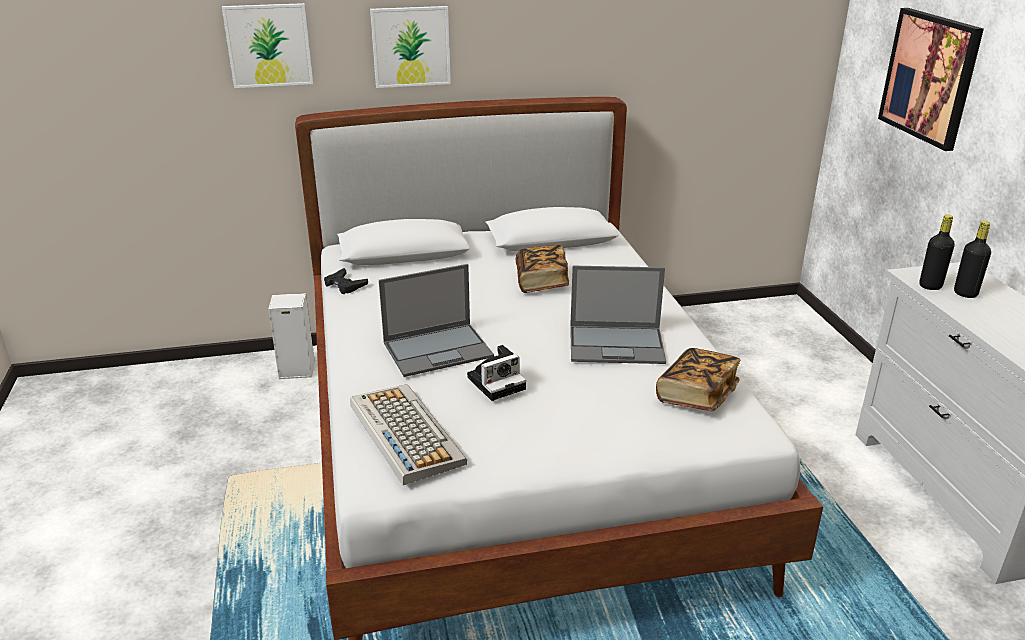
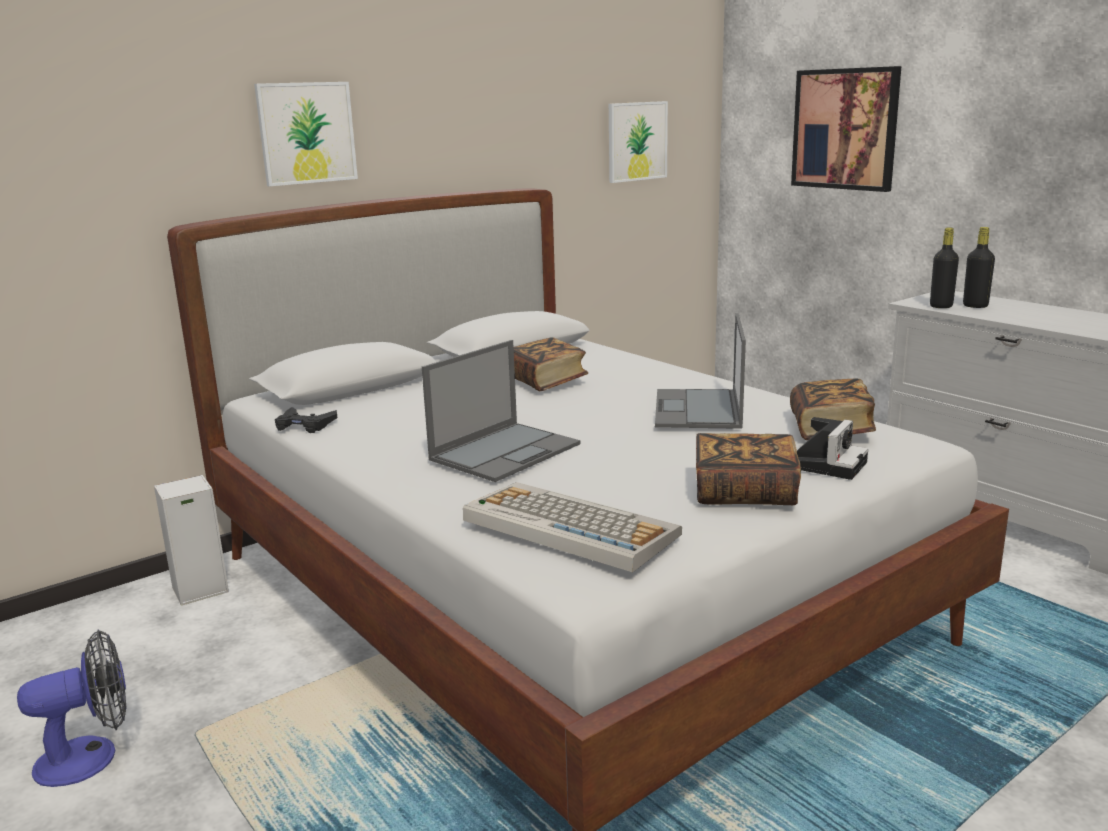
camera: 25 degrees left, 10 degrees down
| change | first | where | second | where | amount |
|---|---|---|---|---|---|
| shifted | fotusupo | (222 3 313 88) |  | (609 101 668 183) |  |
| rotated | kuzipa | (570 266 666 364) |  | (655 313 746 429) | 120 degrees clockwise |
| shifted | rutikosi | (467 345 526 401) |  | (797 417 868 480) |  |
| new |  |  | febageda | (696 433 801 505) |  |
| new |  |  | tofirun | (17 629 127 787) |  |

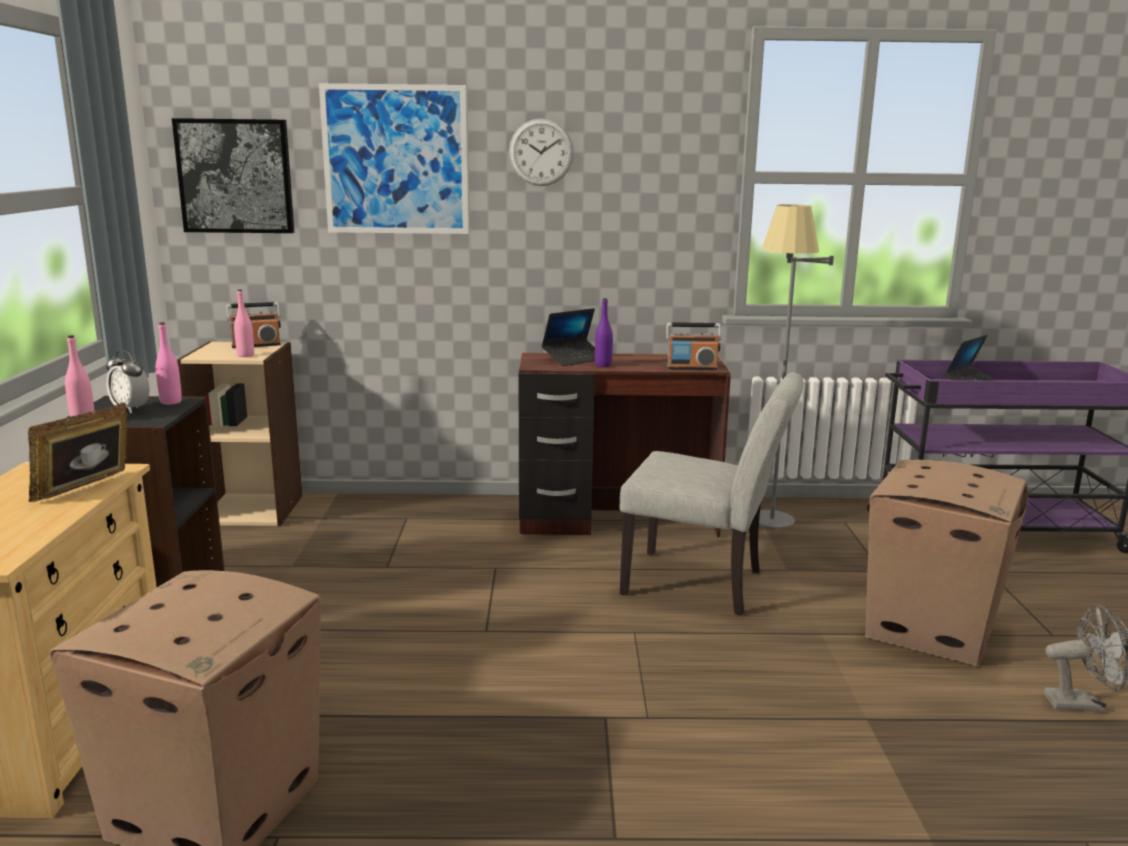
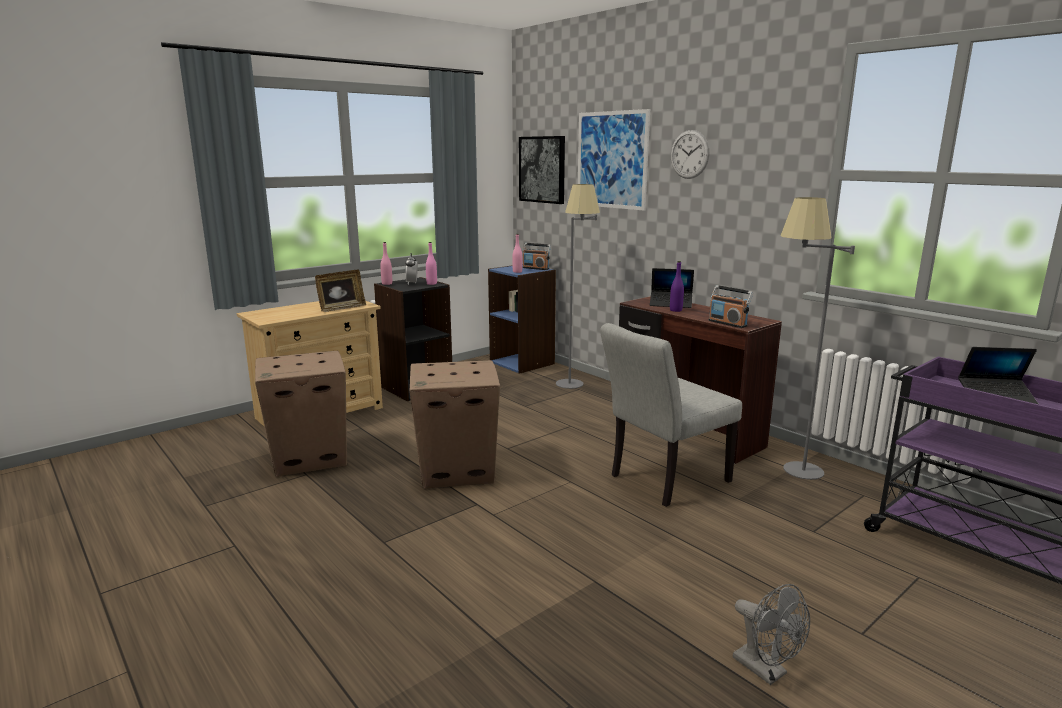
camera: 50 degrees right, 0 degrees up
| change | first | where | second | where | amount |
|---|---|---|---|---|---|
| repainted | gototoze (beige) | (177 341 302 526) | gototoze (blue) | (488 264 556 374) |  |
| rotated | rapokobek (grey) | (619 372 803 615) |  | (600 323 742 507) | 75 degrees clockwise |
| rotated | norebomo | (28 403 127 502) |  | (315 270 366 312) | 150 degrees clockwise |
| shifted | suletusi | (865 460 1028 667) |  | (409 360 500 489) |  |
| new |  |  | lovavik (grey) | (556 184 600 389) |  |

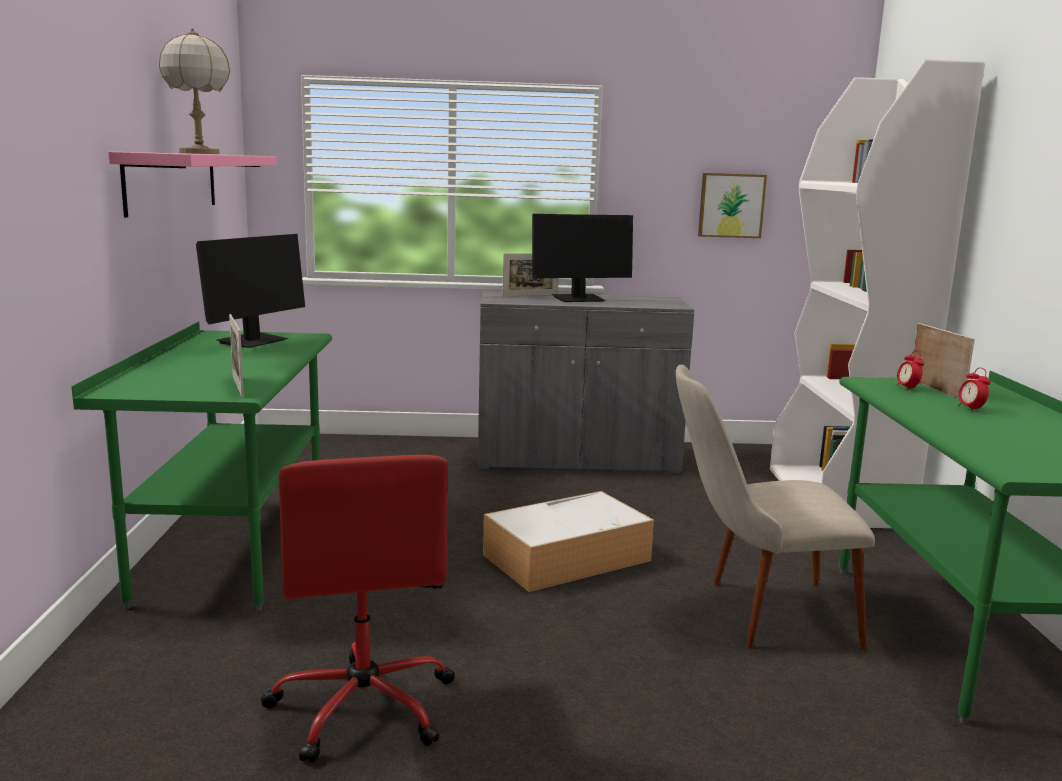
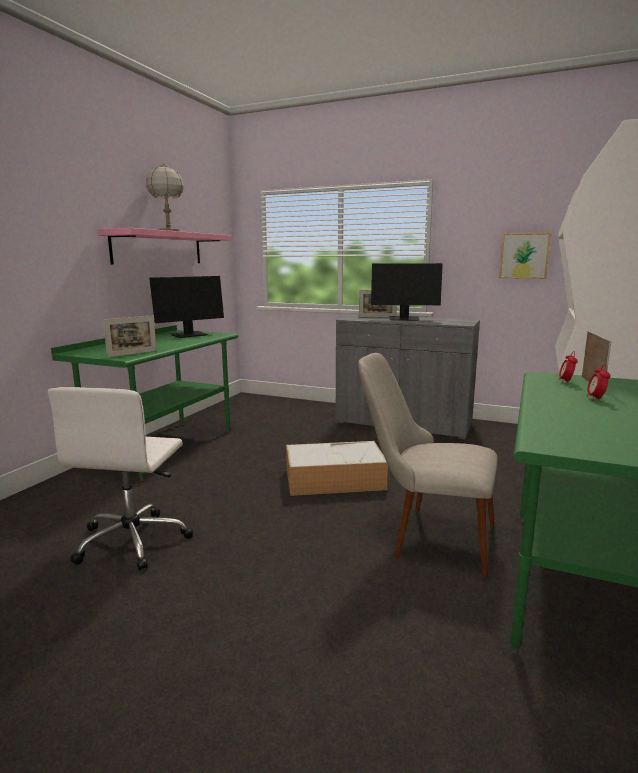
camera: 25 degrees right, 0 degrees up
| change | first | where | second | where | amount |
|---|---|---|---|---|---|
| rotated | norebomo | (229 314 244 398) |  | (103 315 157 357) | 135 degrees counterclockwise |
| repainted | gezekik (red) | (261 455 455 763) | gezekik (white) | (48 387 193 571) |  |

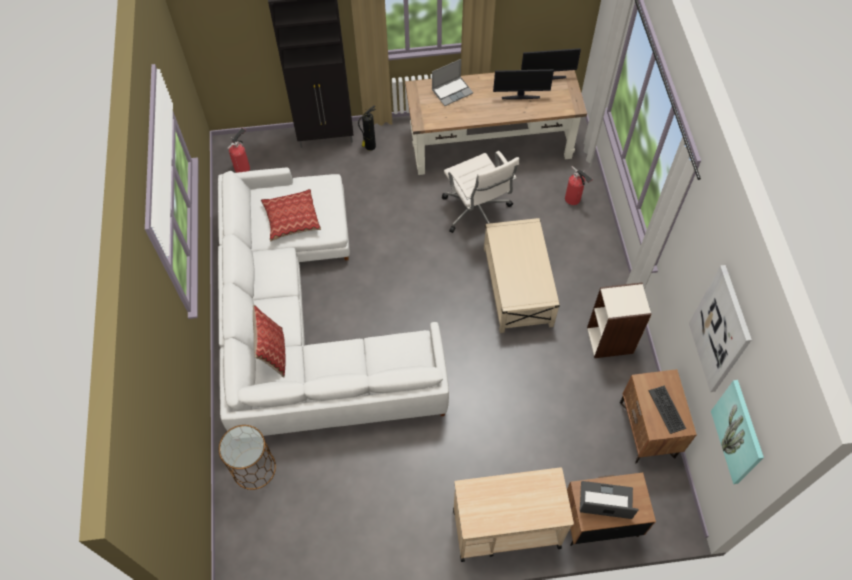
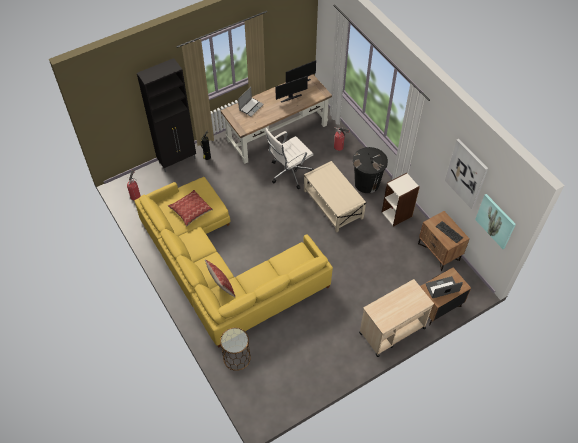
camera: 25 degrees left, 5 degrees down
| change | first | where | second | where | amount |
|---|---|---|---|---|---|
| rotated | gezekik (white) | (442 151 519 233) |  | (265 128 314 189) | 105 degrees clockwise |
| repainted | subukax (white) | (218 168 449 436) | subukax (yellow) | (135 177 333 348) |  |
| new |  |  | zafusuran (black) | (353 147 388 193) |  |

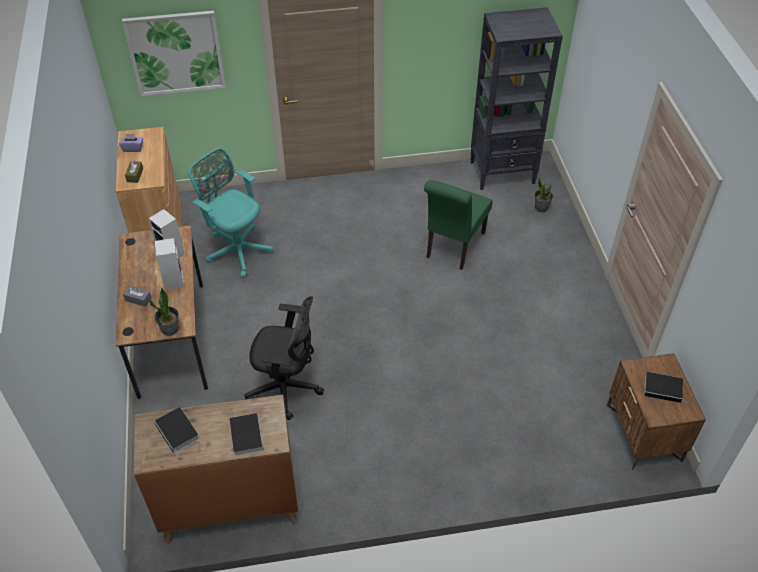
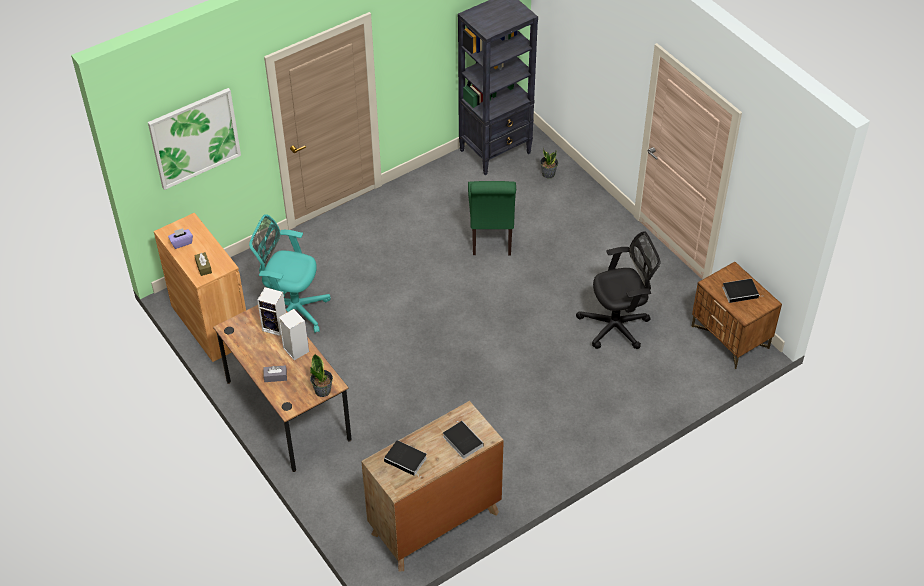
camera: 25 degrees left, 0 degrees up
| change | first | where | second | where | amount |
|---|---|---|---|---|---|
| shifted | gezekik (black) | (244 296 324 420) |  | (576 231 660 349) |  |

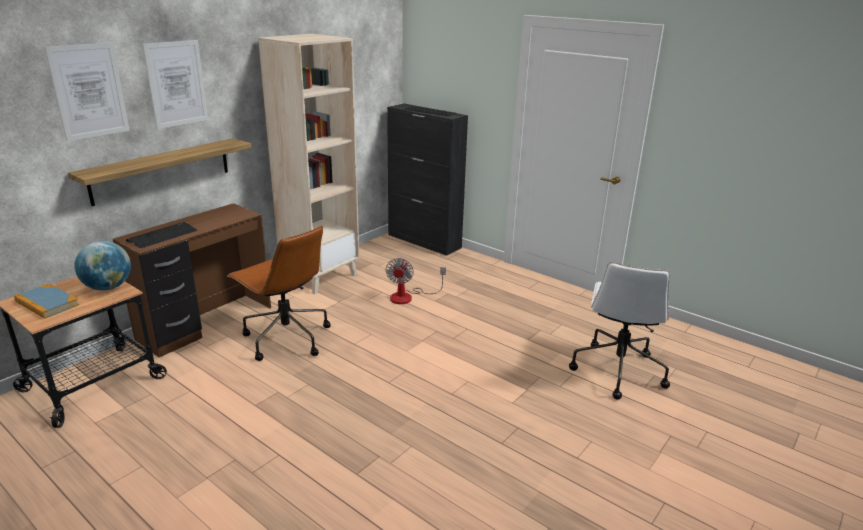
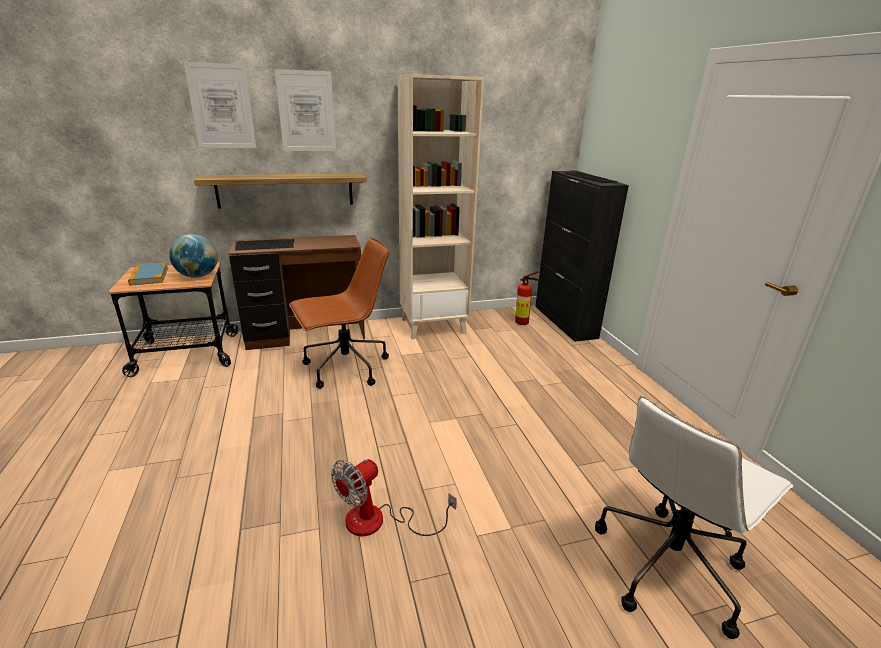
camera: 35 degrees right, 0 degrees up
| change | first | where | second | where | amount |
|---|---|---|---|---|---|
| rotated | gezekik (brown) | (227 226 331 361) |  | (289 238 389 389) | 105 degrees counterclockwise |
| shifted | tofirun | (385 258 446 304) |  | (331 459 457 536) |  |
| new |  |  | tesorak | (515 271 540 325) |  |

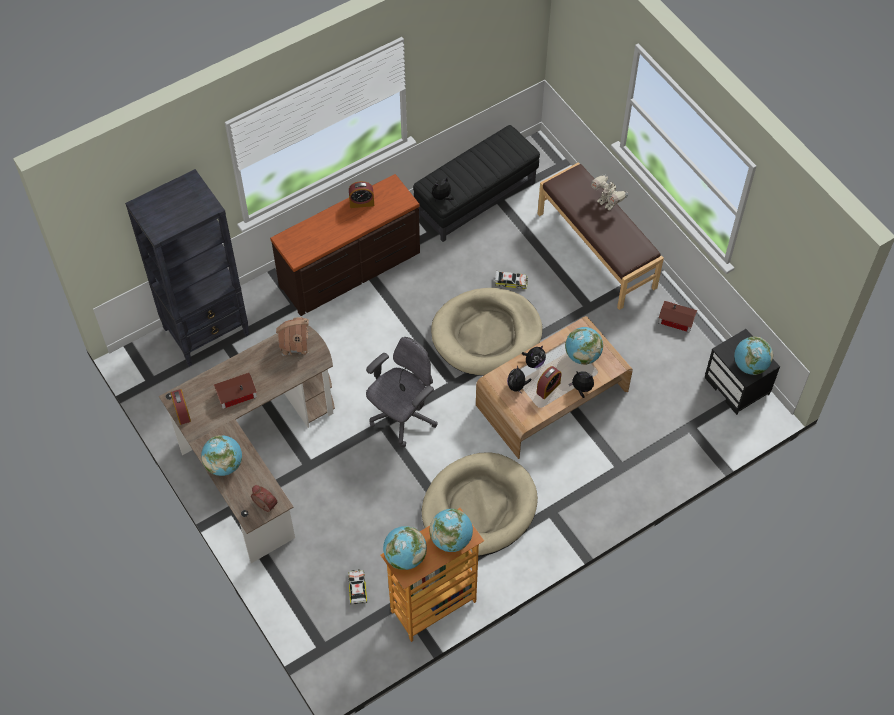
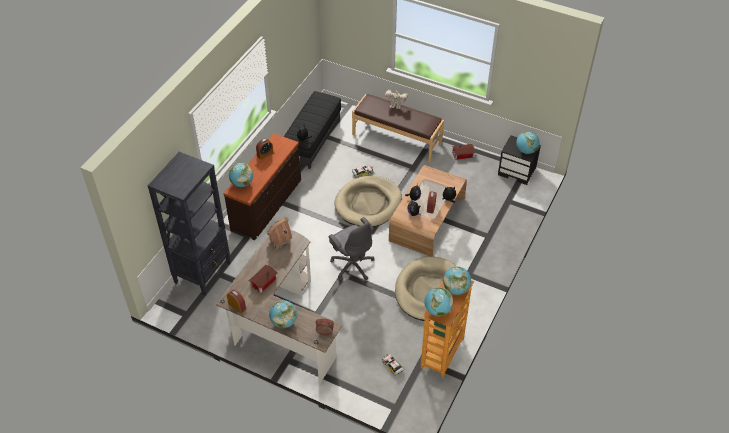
camera: 30 degrees left, 10 degrees down
| change | first | where | second | where | amount |
|---|---|---|---|---|---|
| shifted | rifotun | (565 327 603 365) |  | (229 163 253 187) |  |
| rotated | gezekik (grey) | (366 337 438 447) |  | (328 217 374 281) | 135 degrees clockwise |

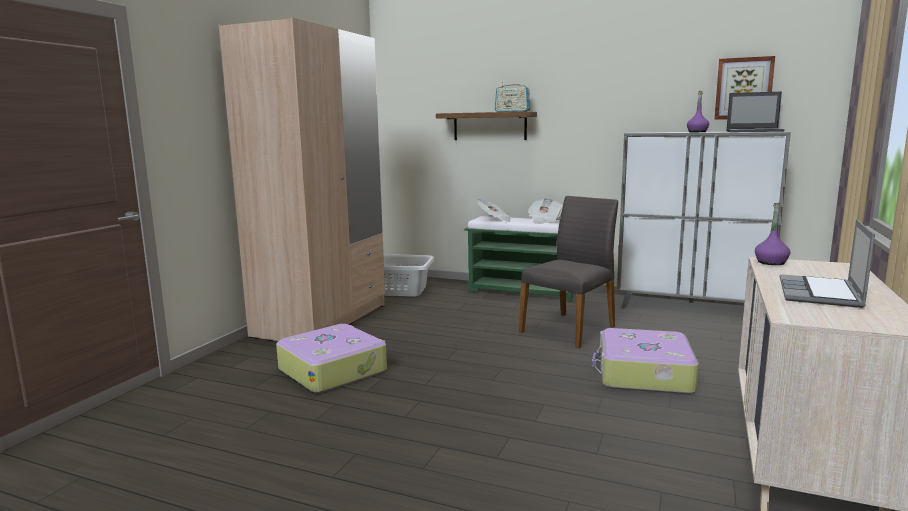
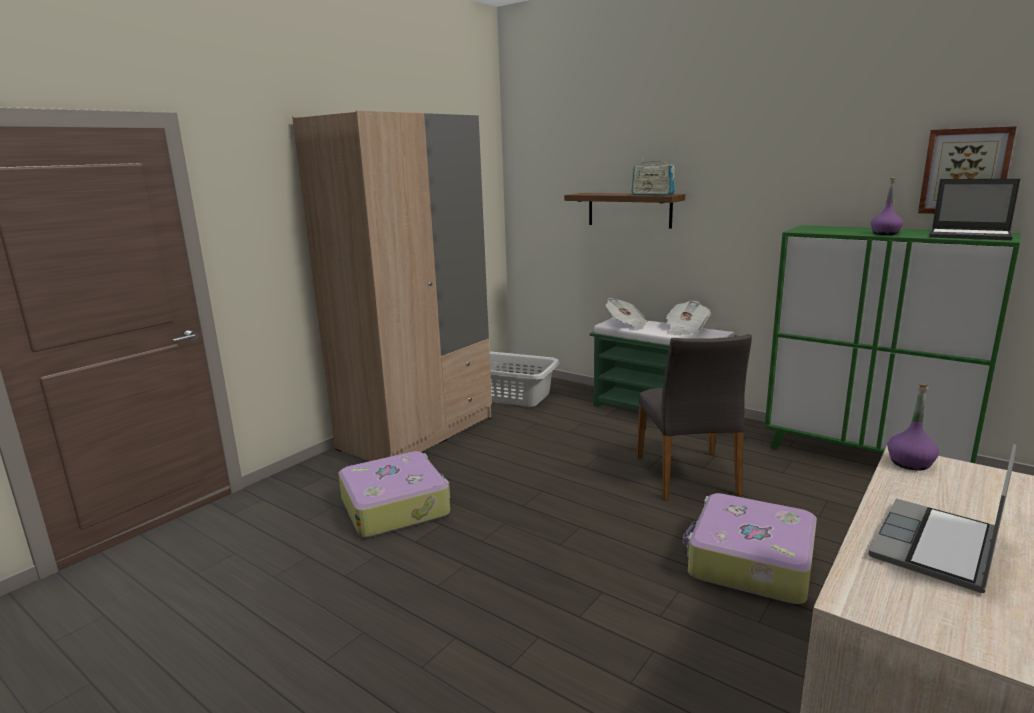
camera: 15 degrees right, 5 degrees up
| change | first | where | second | where | amount |
|---|---|---|---|---|---|
| repainted | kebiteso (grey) | (617 131 791 309) | kebiteso (green) | (765 225 1021 463) |  |
| rotated | rapokobek (grey) | (519 196 618 348) |  | (637 334 752 501) | 120 degrees clockwise |

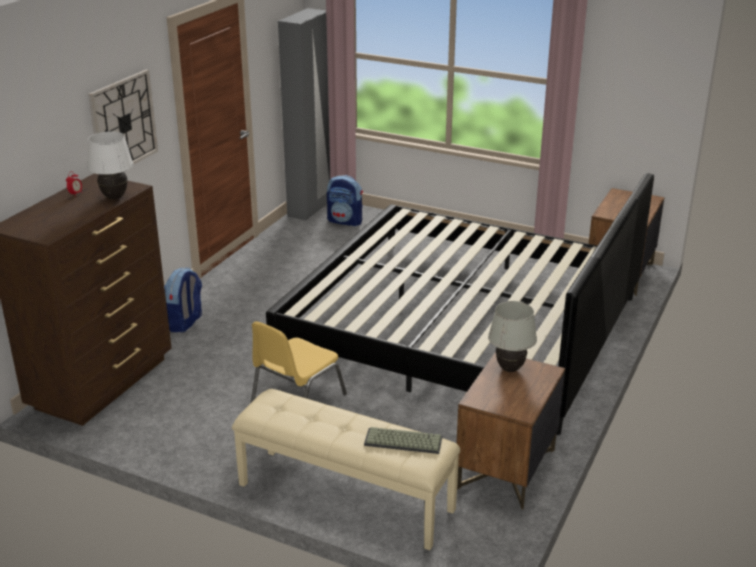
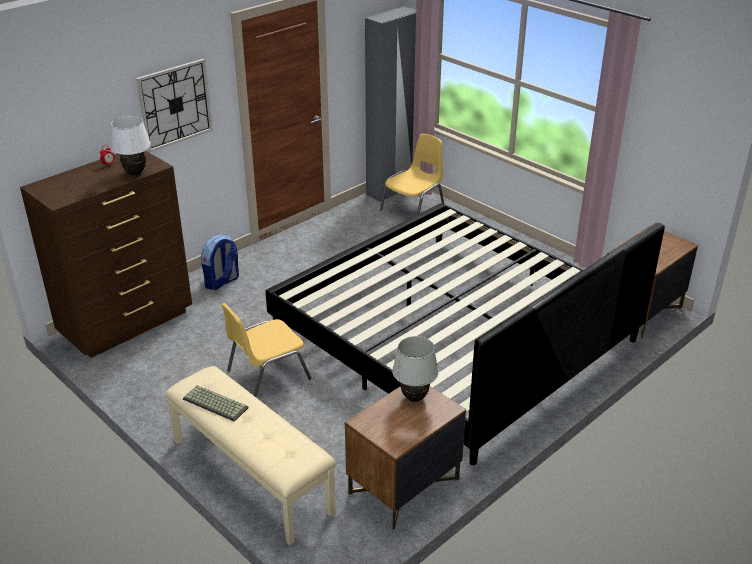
camera: 20 degrees right, 5 degrees up
| change | first | where | second | where | amount |
|---|---|---|---|---|---|
| swapped | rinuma | (327 175 363 226) | rapokobek (yellow) | (380 134 444 215) |  |
| shifted | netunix | (364 427 442 454) |  | (183 385 249 422) |  |

